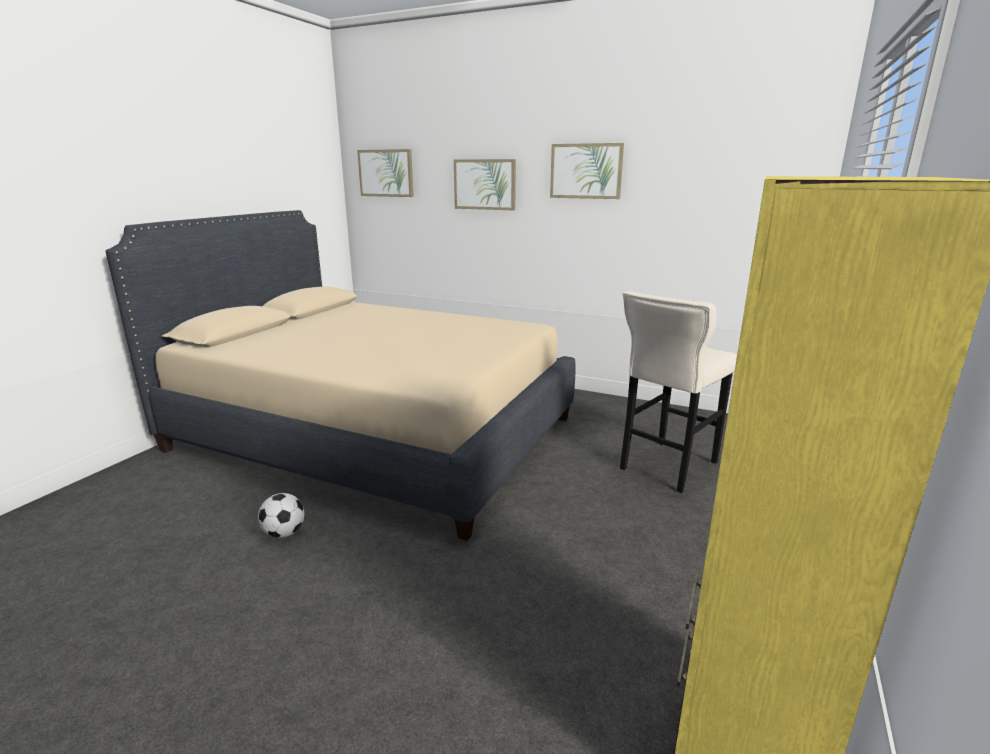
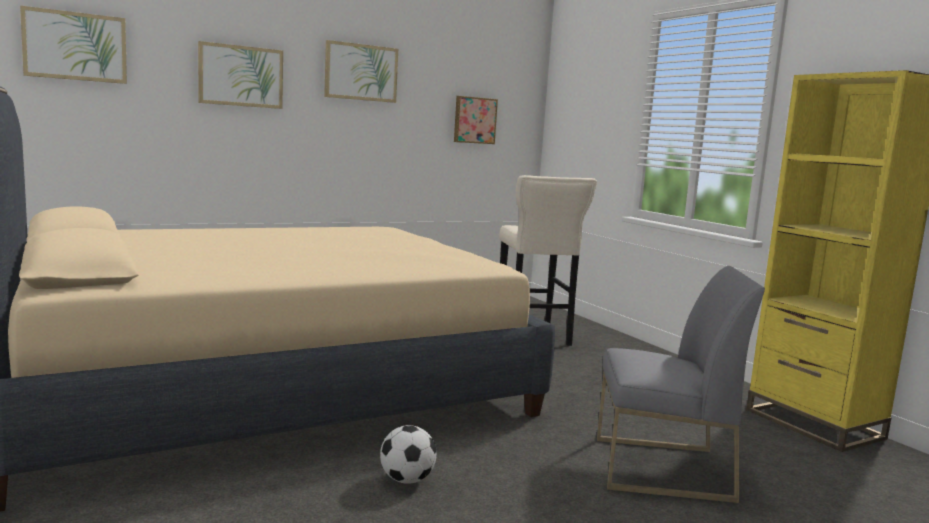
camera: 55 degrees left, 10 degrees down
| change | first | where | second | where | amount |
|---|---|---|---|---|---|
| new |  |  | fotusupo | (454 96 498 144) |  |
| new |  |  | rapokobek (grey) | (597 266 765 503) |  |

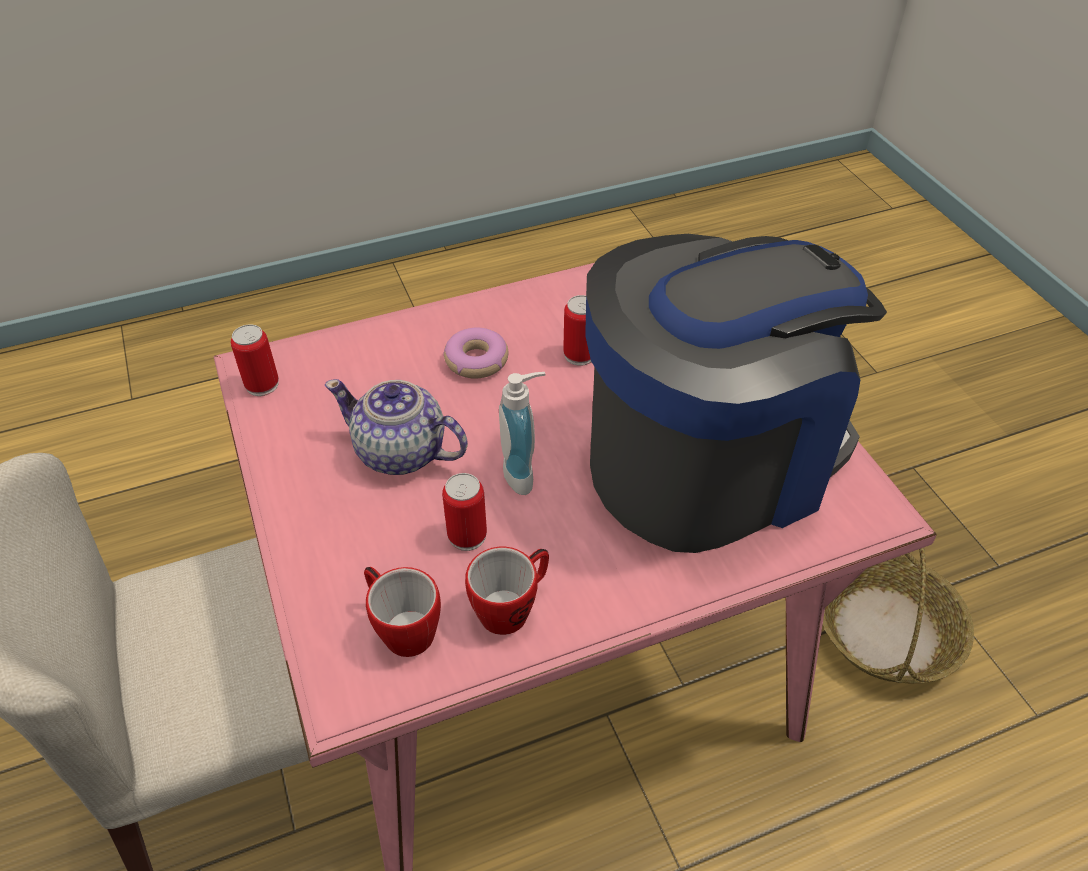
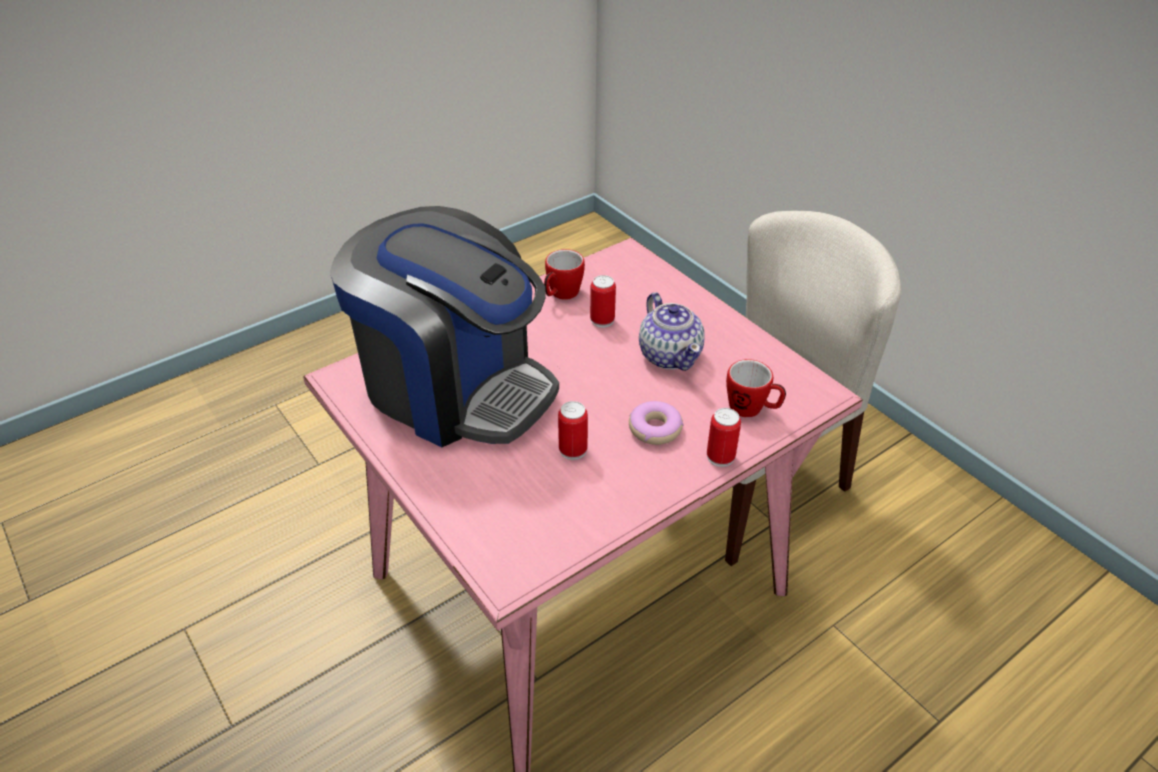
camera: 165 degrees right, 5 degrees down
| change | first | where | second | where | amount |
|---|---|---|---|---|---|
| rotated | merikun | (585 234 887 553) |  | (330 206 559 447) | 105 degrees counterclockwise |
| shifted | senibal | (231 324 279 396) |  | (707 408 741 467) |  |
| gone | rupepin | (499 372 545 495) |  |  |  |
| rotated | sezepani | (325 379 468 475) |  | (639 292 705 371) | 60 degrees clockwise |
| gone | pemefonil | (823 548 974 684) |  |  |  |
| shifted | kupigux | (364 567 441 657) |  | (726 359 786 417) |  |

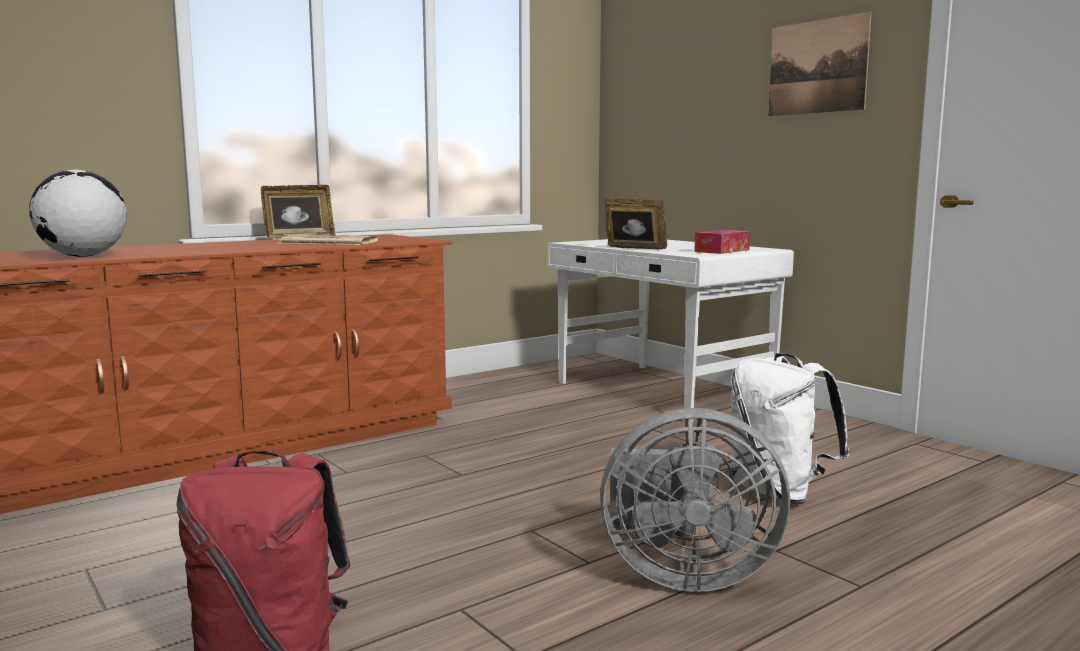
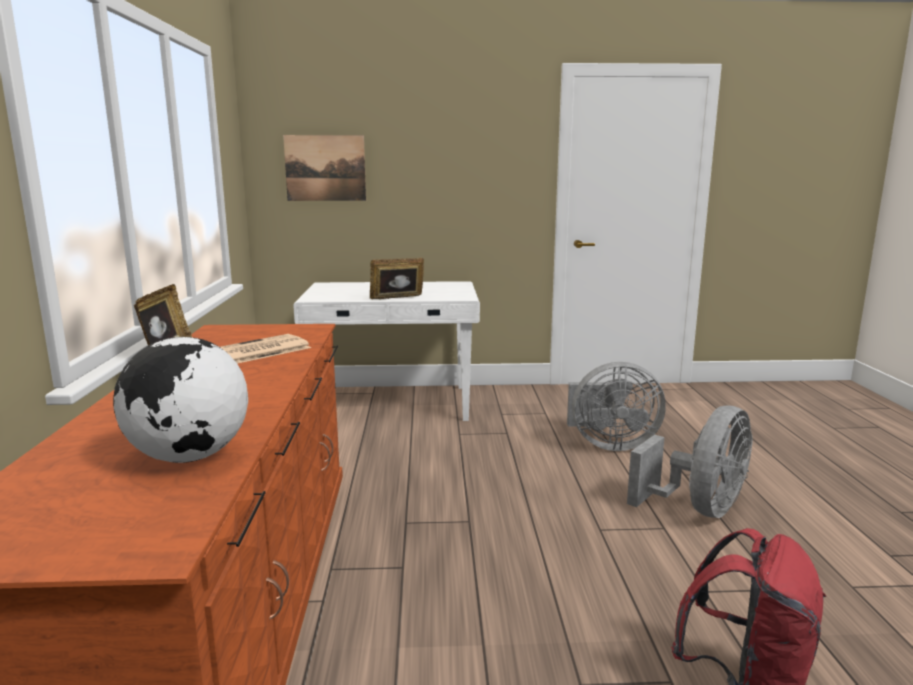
camera: 55 degrees left, 5 degrees up
| change | first | where | second | where | amount |
|---|---|---|---|---|---|
| shifted | fotusupo | (769 11 872 116) |  | (283 135 366 201) |  |
| gone | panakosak | (694 230 750 254) |  |  |  |
| swapped | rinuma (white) | (730 353 850 504) | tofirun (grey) | (567 362 666 451) |  |

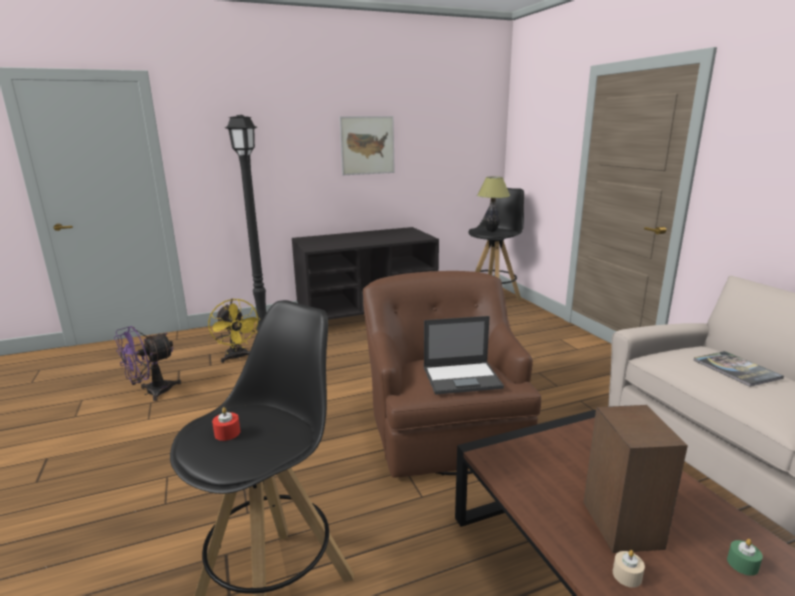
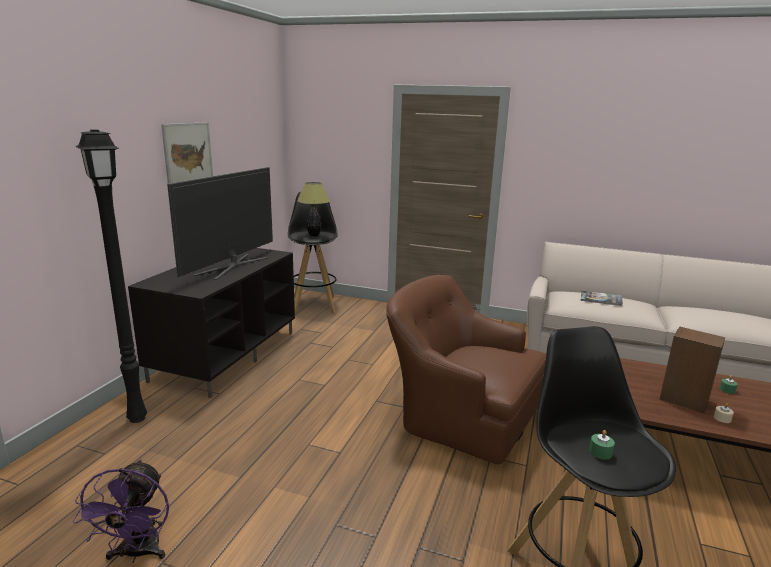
camera: 50 degrees left, 0 degrees up
| change | first | where | second | where | amount |
|---|---|---|---|---|---|
| gone | tofirun (yellow) | (208 299 260 363) |  |  |  |
| gone | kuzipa | (424 316 504 395) |  |  |  |
| repainted | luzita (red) | (212 407 240 441) | luzita (green) | (589 430 615 460) |  |
| new |  |  | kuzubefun | (167 167 273 280) |  |

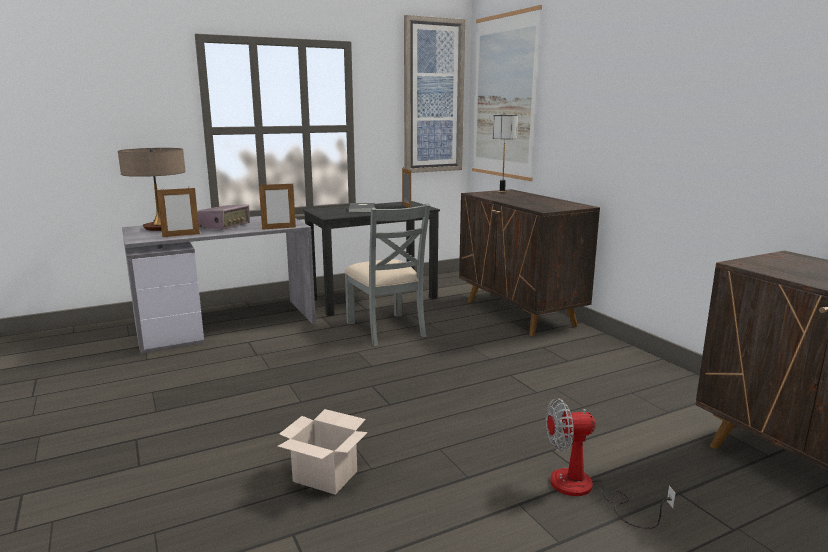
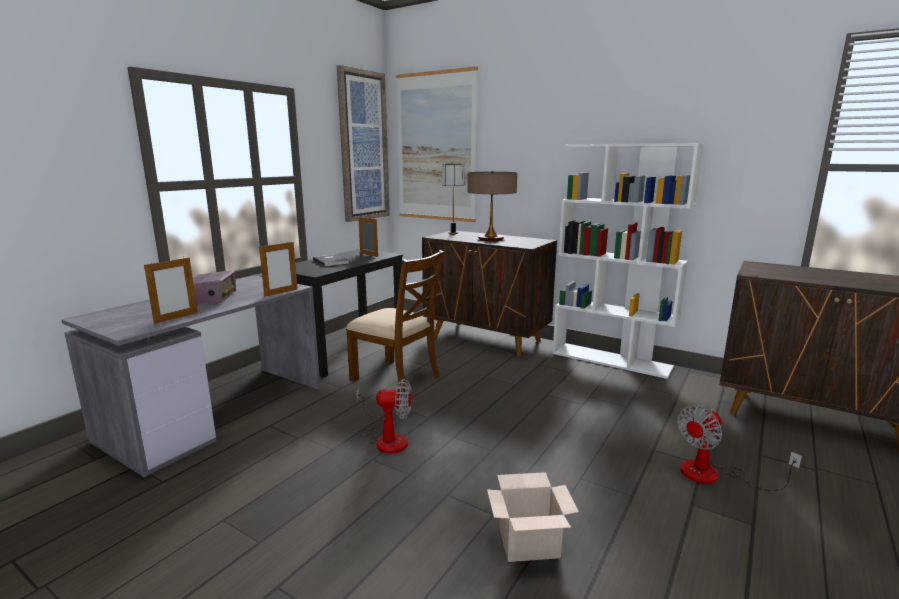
camera: 30 degrees left, 0 degrees up
| change | first | where | second | where | amount |
|---|---|---|---|---|---|
| shifted | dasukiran | (118 148 186 231) |  | (468 171 517 241) |  |
| repainted | rapokobek (grey) | (344 203 430 346) | rapokobek (brown) | (346 250 444 397) |  |
| new |  |  | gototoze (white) | (553 143 703 379) |  |
| new |  |  | tofirun | (357 379 412 454) |  |

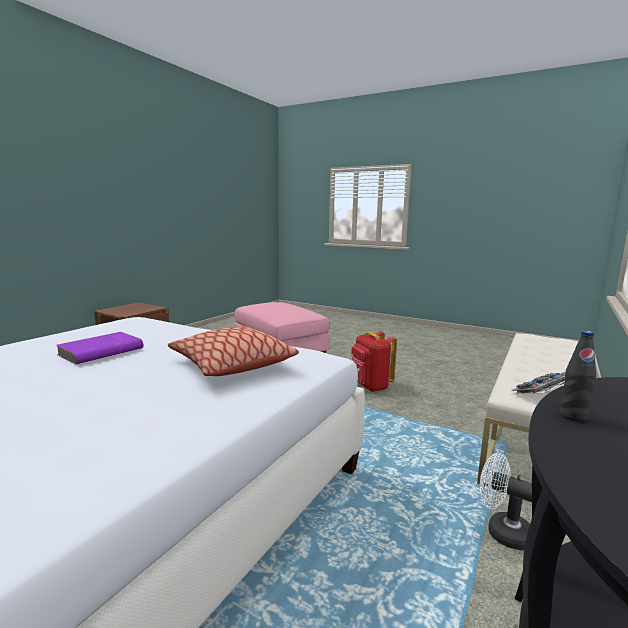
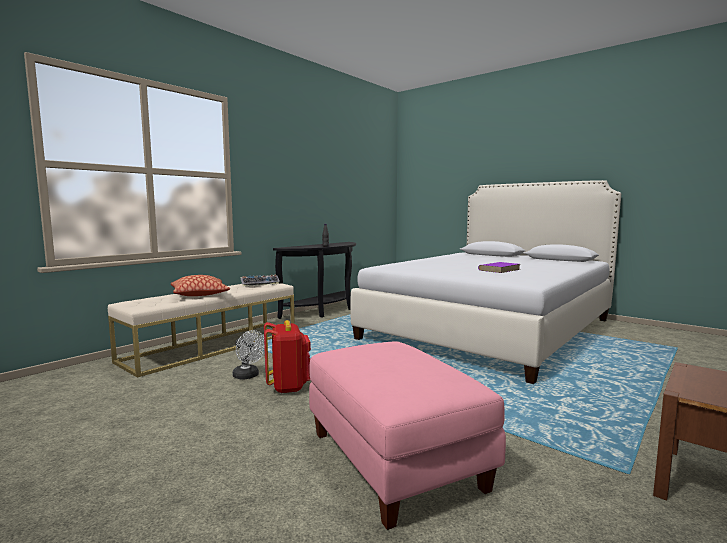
camera: 170 degrees left, 5 degrees down
| change | first | where | second | where | amount |
|---|---|---|---|---|---|
| shifted | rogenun | (168 326 299 376) |  | (171 275 230 296) |  |
| shifted | tofirun (white) | (480 453 532 550) |  | (233 330 265 379) |  |

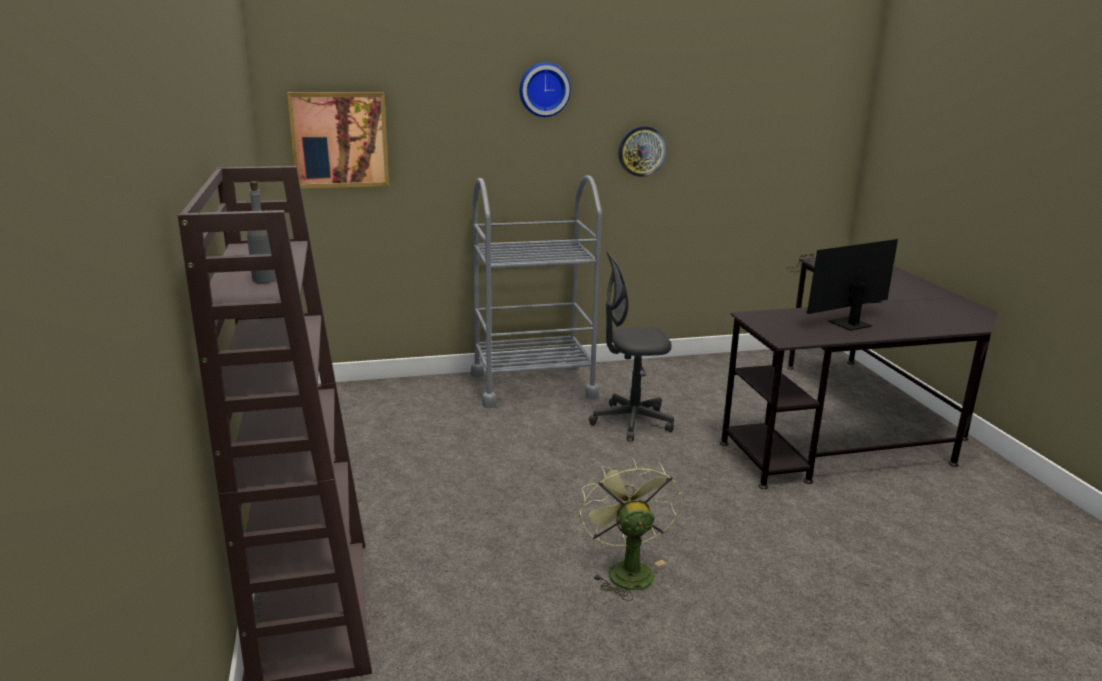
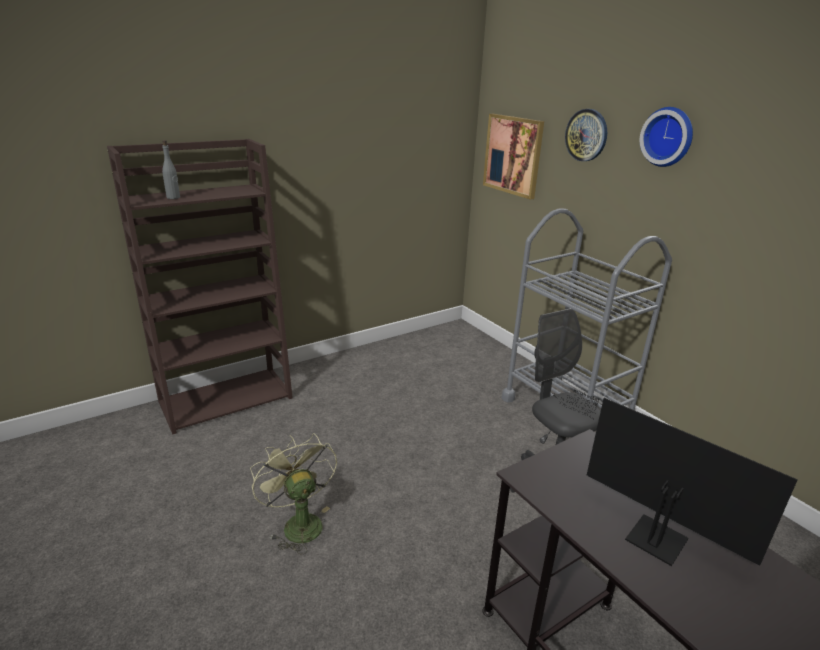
camera: 70 degrees right, 5 degrees up
| change | first | where | second | where | amount |
|---|---|---|---|---|---|
| shifted | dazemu | (618 126 667 177) |  | (565 109 607 161) |  |
| rotated | tofirun (green) | (580 457 682 601) |  | (250 433 337 554) | 90 degrees counterclockwise |

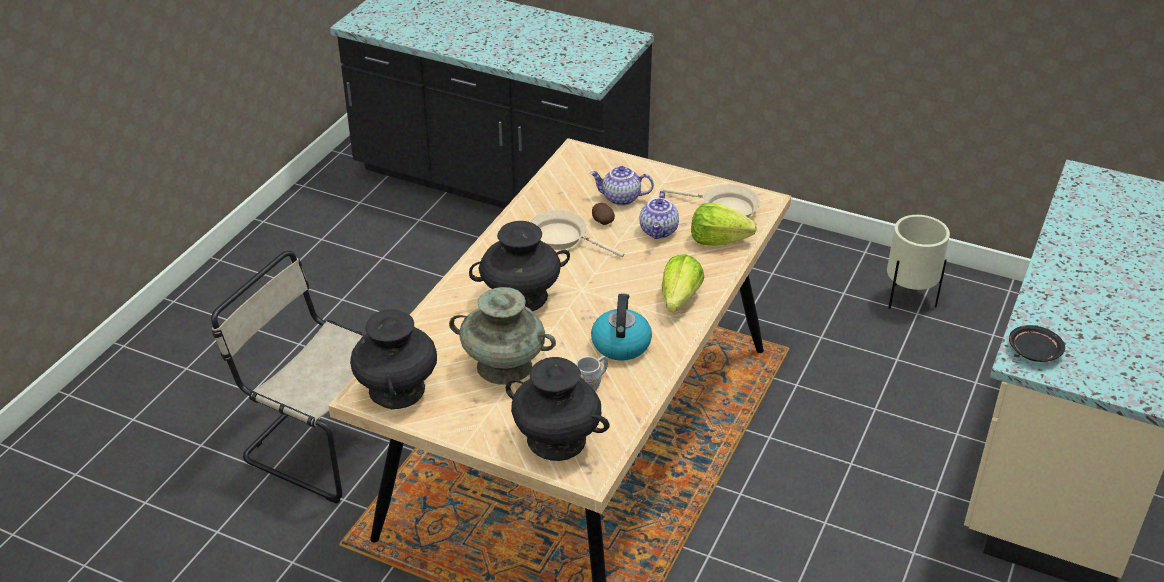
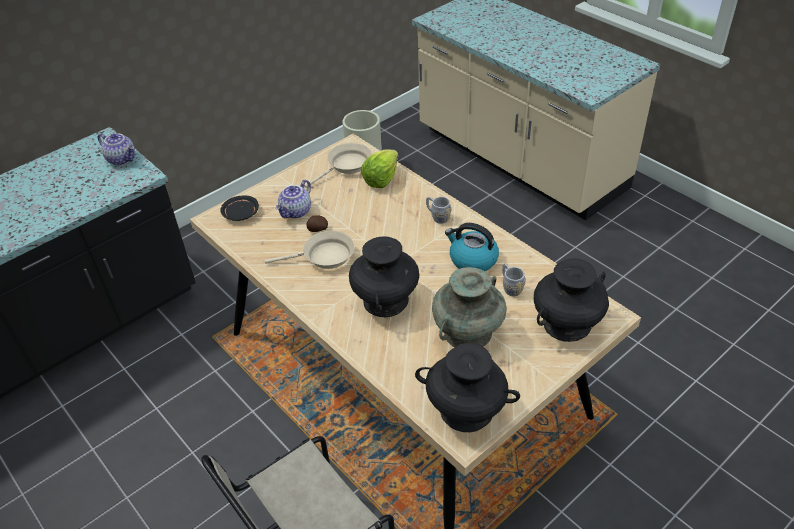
camera: 65 degrees left, 5 degrees up
| change | first | where | second | where | amount |
|---|---|---|---|---|---|
| shifted | sezepani | (639 190 679 239) |  | (98 133 135 165) |  |
| rotated | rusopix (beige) | (530 210 624 257) |  | (265 231 354 269) | 150 degrees counterclockwise |
| swapped | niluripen | (662 254 704 312) | kupigux (grey) | (426 197 451 224) |  |
| shifted | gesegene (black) | (1009 325 1065 362) |  | (220 195 259 221) |  |

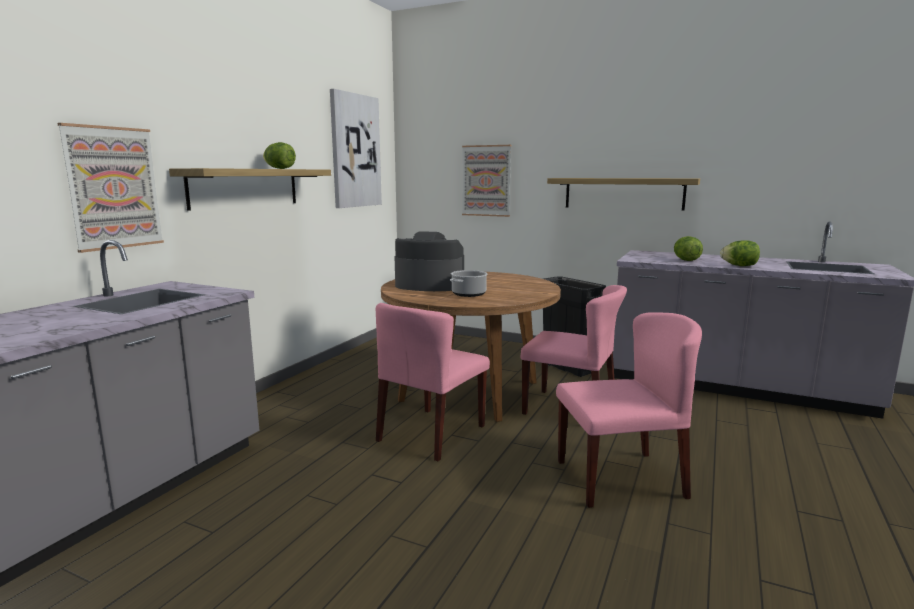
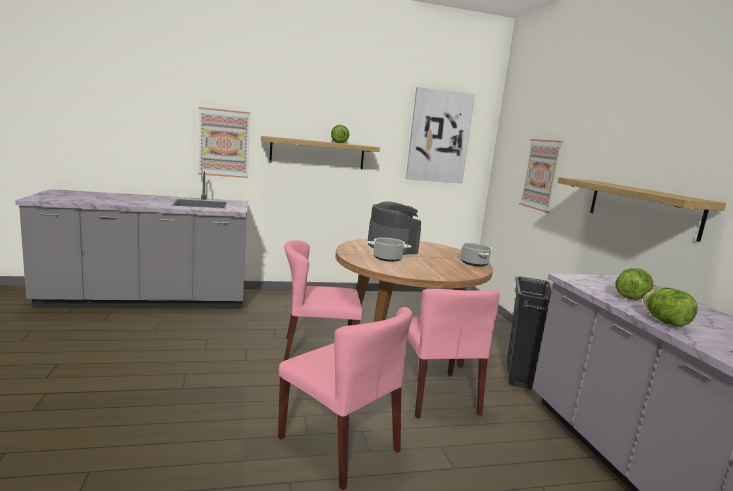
camera: 50 degrees right, 0 degrees up
| change | first | where | second | where | amount |
|---|---|---|---|---|---|
| new |  |  | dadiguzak | (460 243 492 266) |  |

